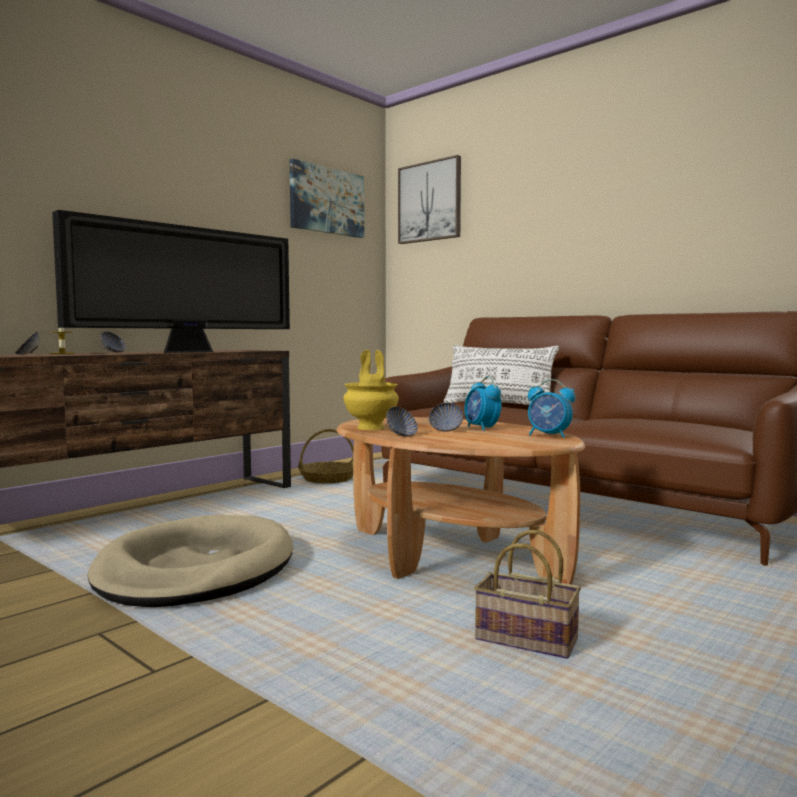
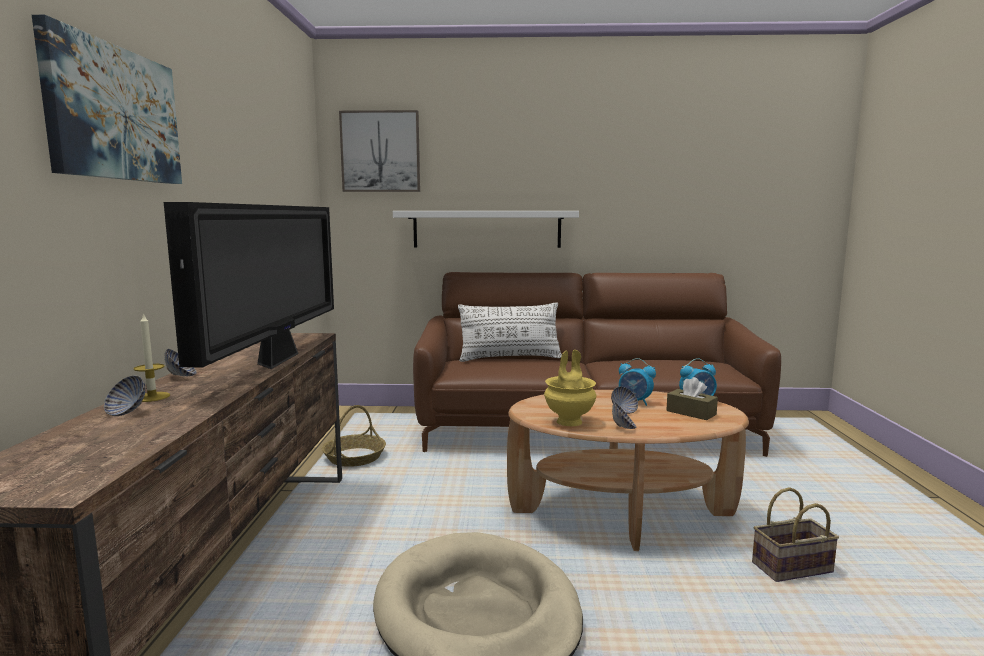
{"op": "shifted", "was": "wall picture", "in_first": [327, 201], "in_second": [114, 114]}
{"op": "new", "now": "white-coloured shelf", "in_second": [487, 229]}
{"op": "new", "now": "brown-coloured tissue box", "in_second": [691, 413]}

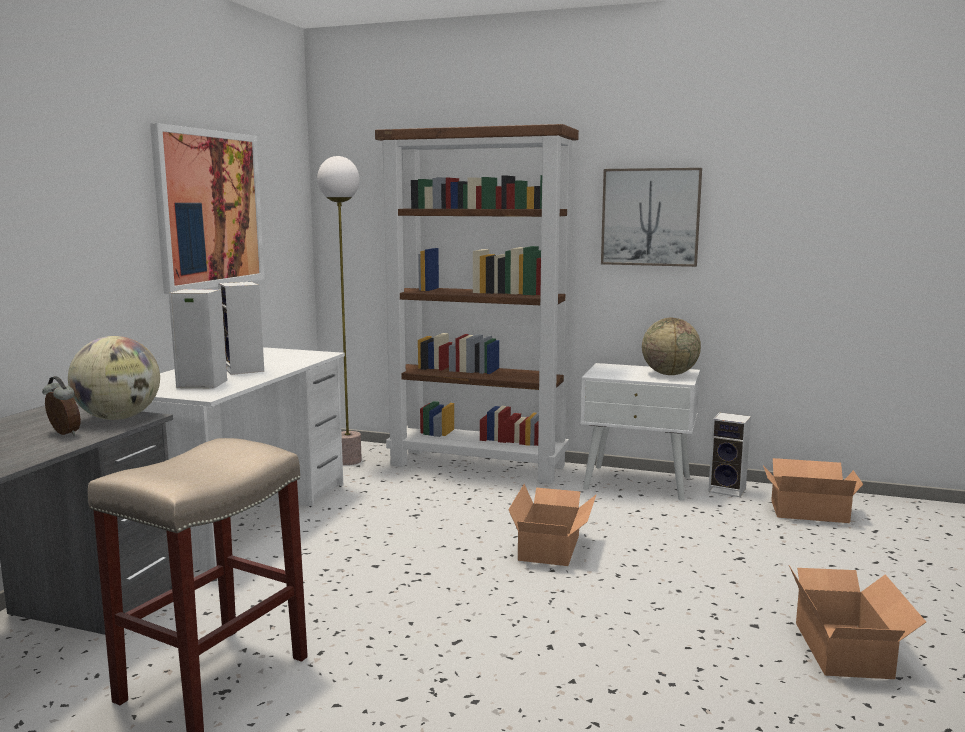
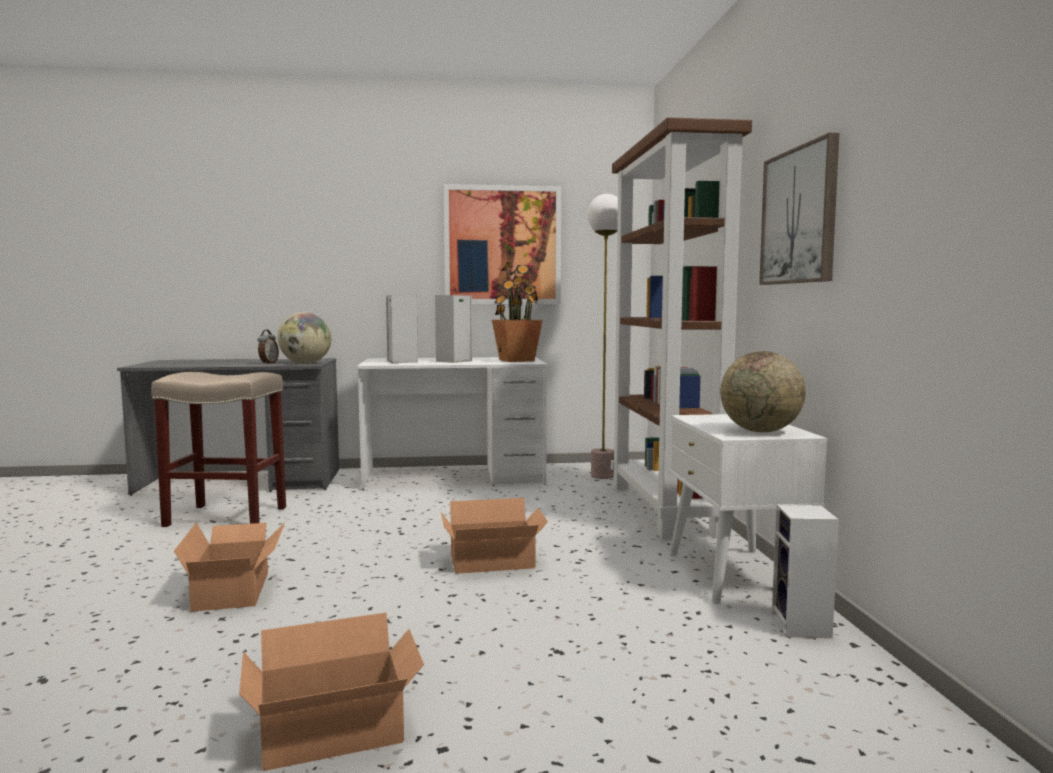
{"op": "shifted", "was": "cardboard box", "in_first": [806, 510], "in_second": [236, 589]}
{"op": "new", "now": "potted plant", "in_second": [517, 360]}

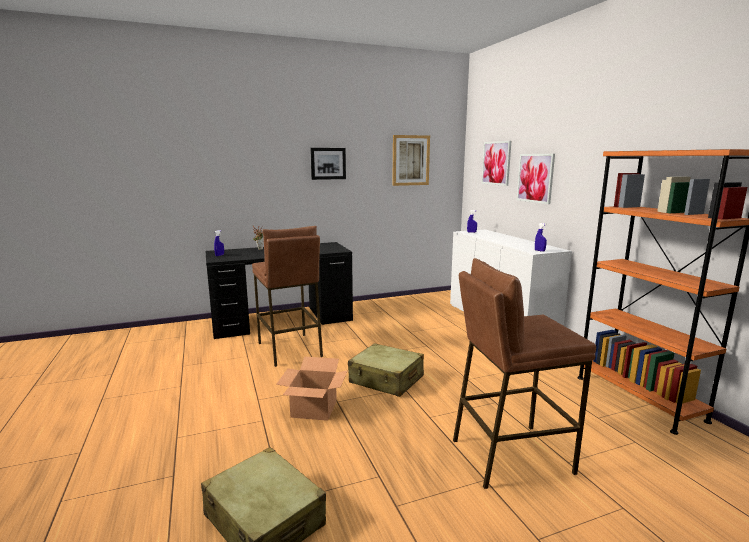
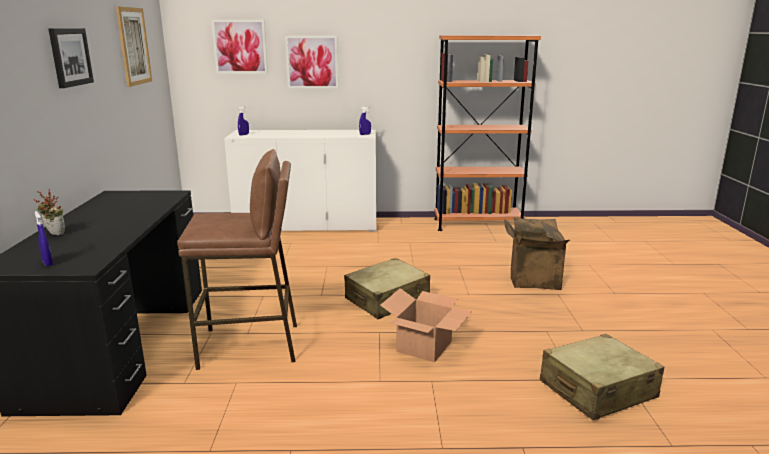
{"op": "swapped", "was": "brown-coloured stool seat", "now": "cardboard box", "in_first": [510, 455], "in_second": [531, 279]}

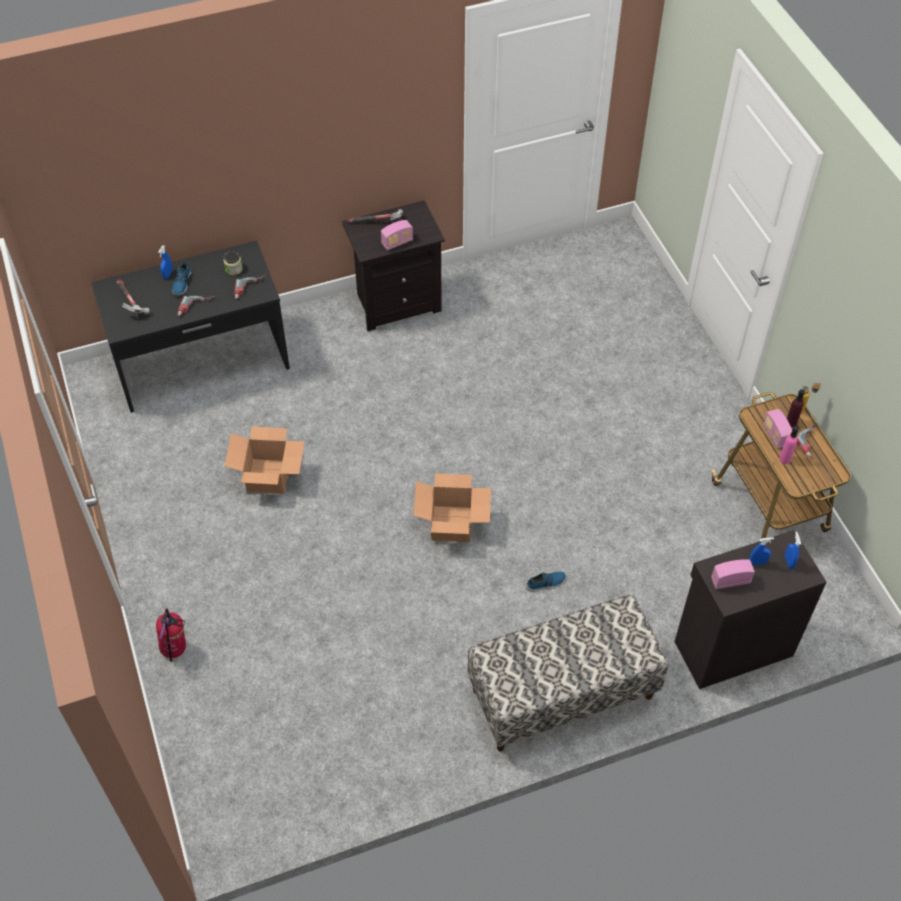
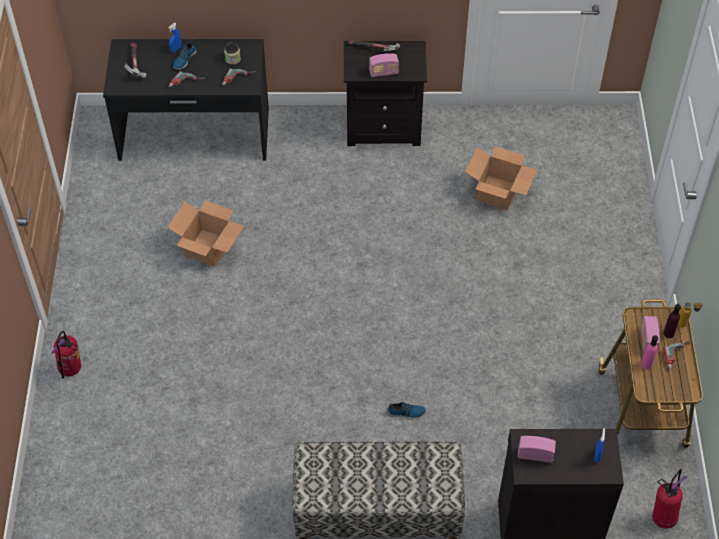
{"op": "shifted", "was": "cardboard box", "in_first": [451, 523], "in_second": [497, 192]}
{"op": "gone", "was": "blue spray bottle", "in_first": [757, 562]}
{"op": "new", "now": "fire-fighting cylinder", "in_second": [663, 517]}

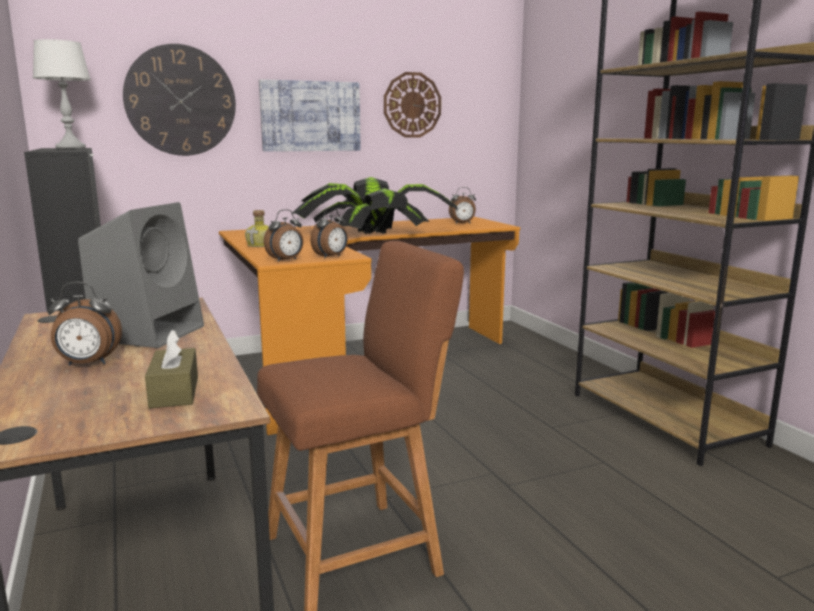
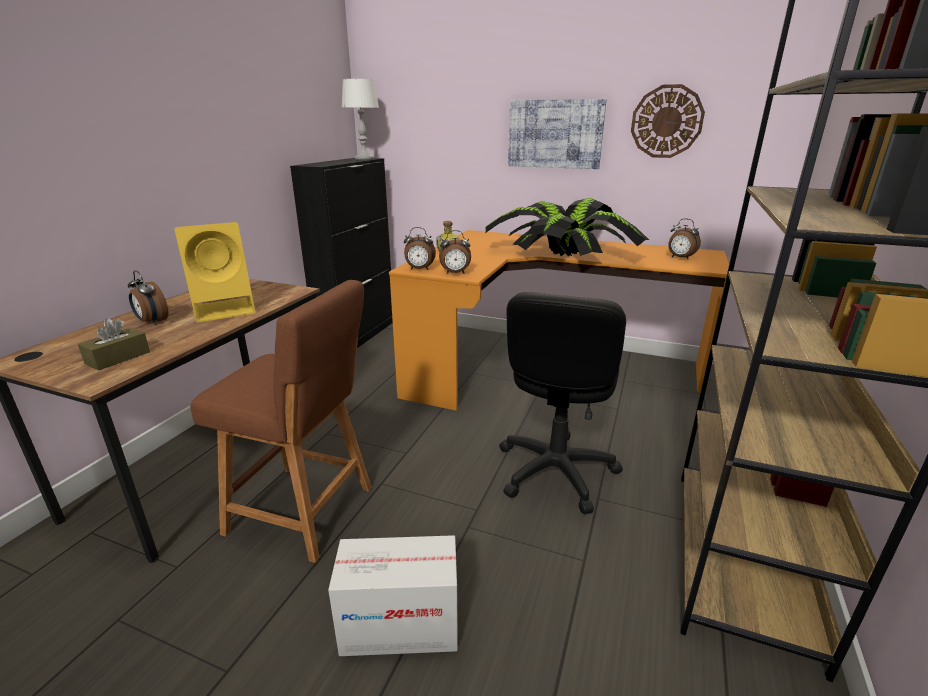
{"op": "repainted", "was": "gray speaker", "now": "yellow-coloured speaker", "in_first": [150, 332], "in_second": [226, 309]}
{"op": "gone", "was": "wall clock", "in_first": [180, 101]}
{"op": "new", "now": "cardboard box", "in_second": [400, 626]}
{"op": "new", "now": "black office chair", "in_second": [555, 471]}

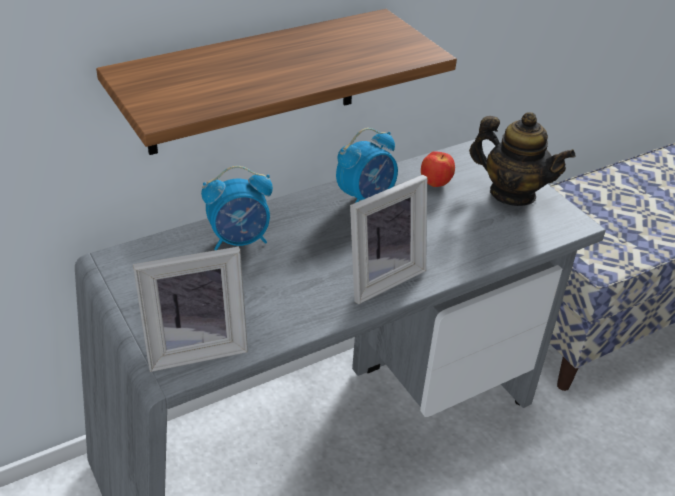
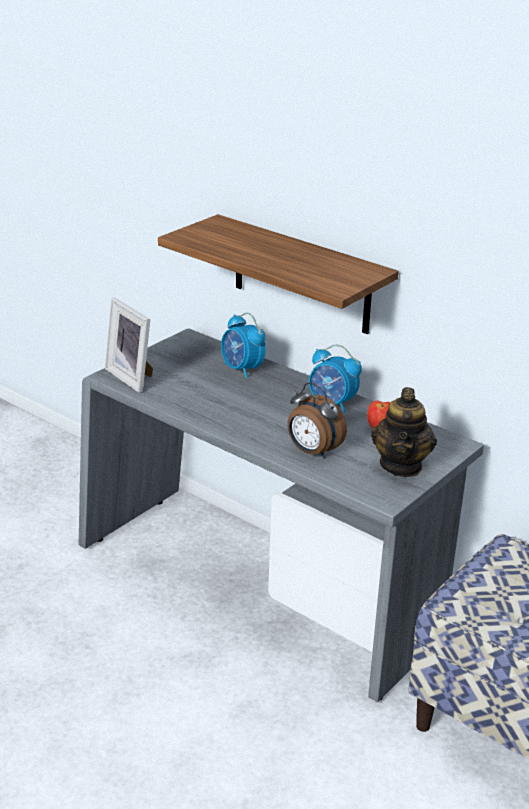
{"op": "gone", "was": "standing frame", "in_first": [380, 277]}
{"op": "new", "now": "alarm clock", "in_second": [312, 452]}

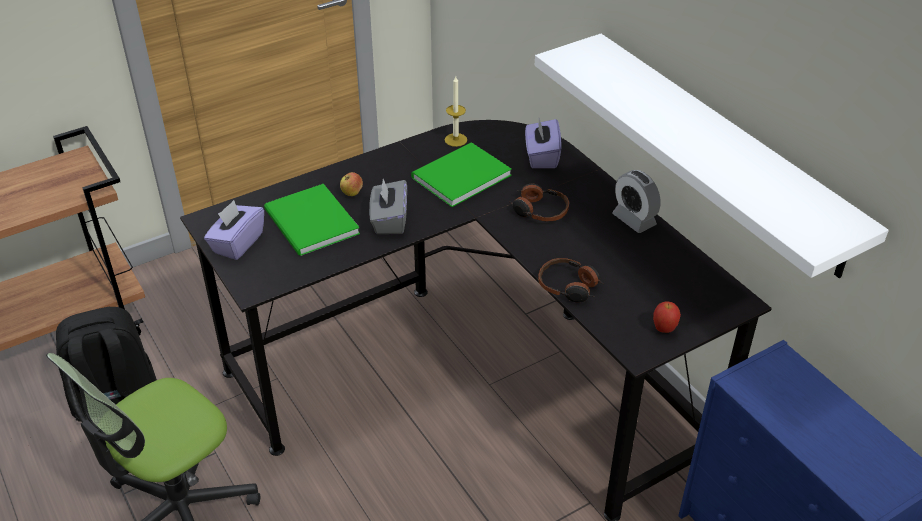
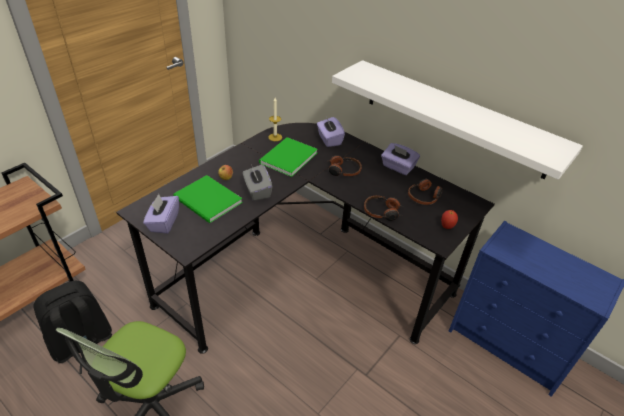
{"op": "swapped", "was": "alarm clock", "now": "purple tissue box", "in_first": [634, 220], "in_second": [398, 167]}
{"op": "new", "now": "headset", "in_second": [424, 196]}

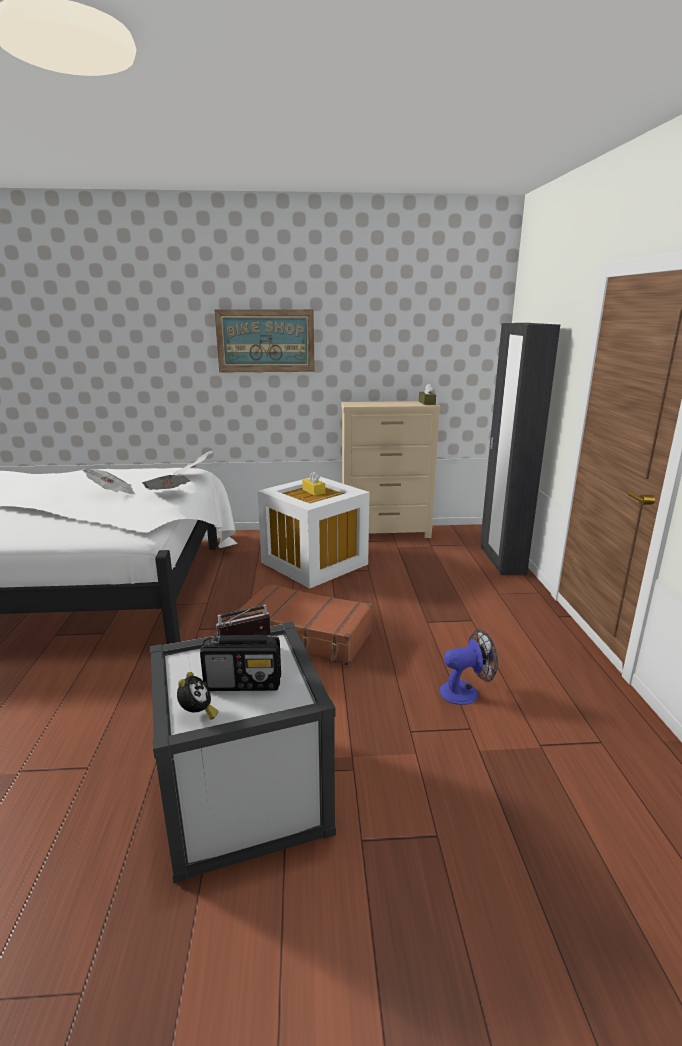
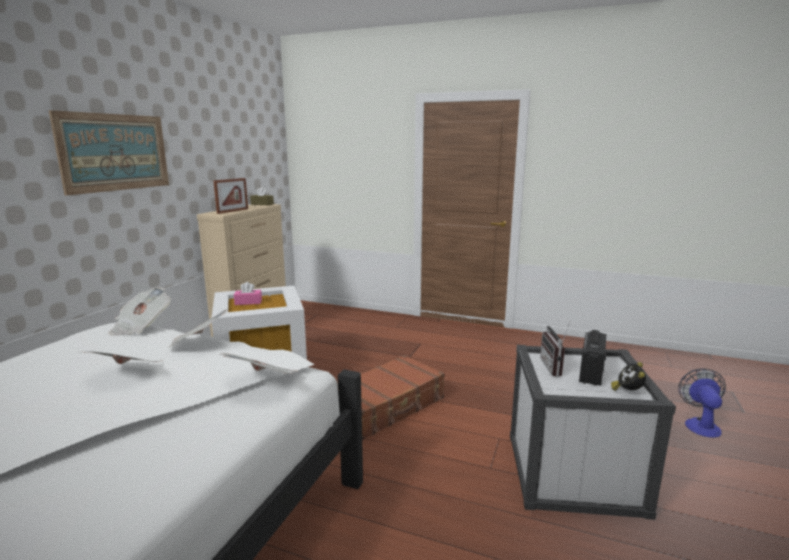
{"op": "rotated", "was": "alarm clock", "in_first": [197, 714], "in_second": [628, 391], "clockwise": -105}
{"op": "repainted", "was": "yellow-coloured tissue box", "now": "pink-coloured tissue box", "in_first": [313, 491], "in_second": [248, 302]}
{"op": "shifted", "was": "fan", "in_first": [465, 691], "in_second": [700, 424]}
{"op": "gone", "was": "black clothes cupboard", "in_first": [501, 560]}
{"op": "new", "now": "standing frame", "in_second": [233, 211]}
{"op": "new", "now": "newspaper", "in_second": [262, 382]}

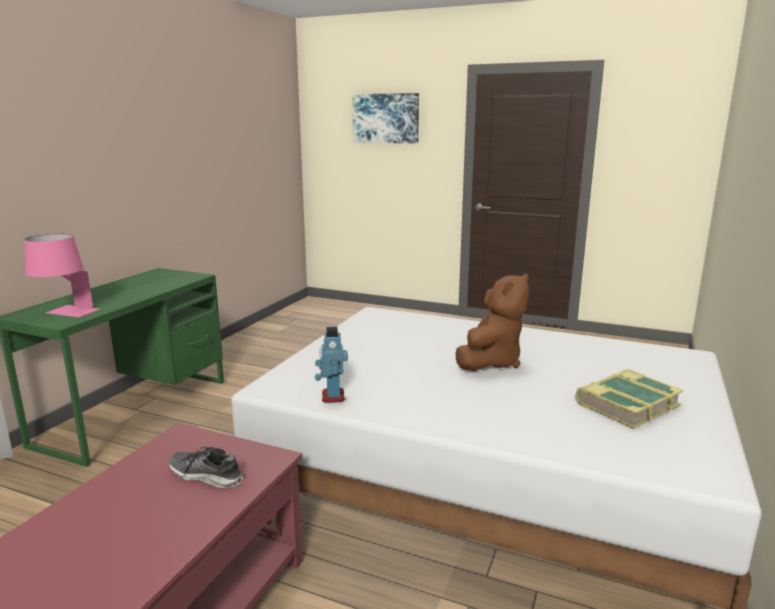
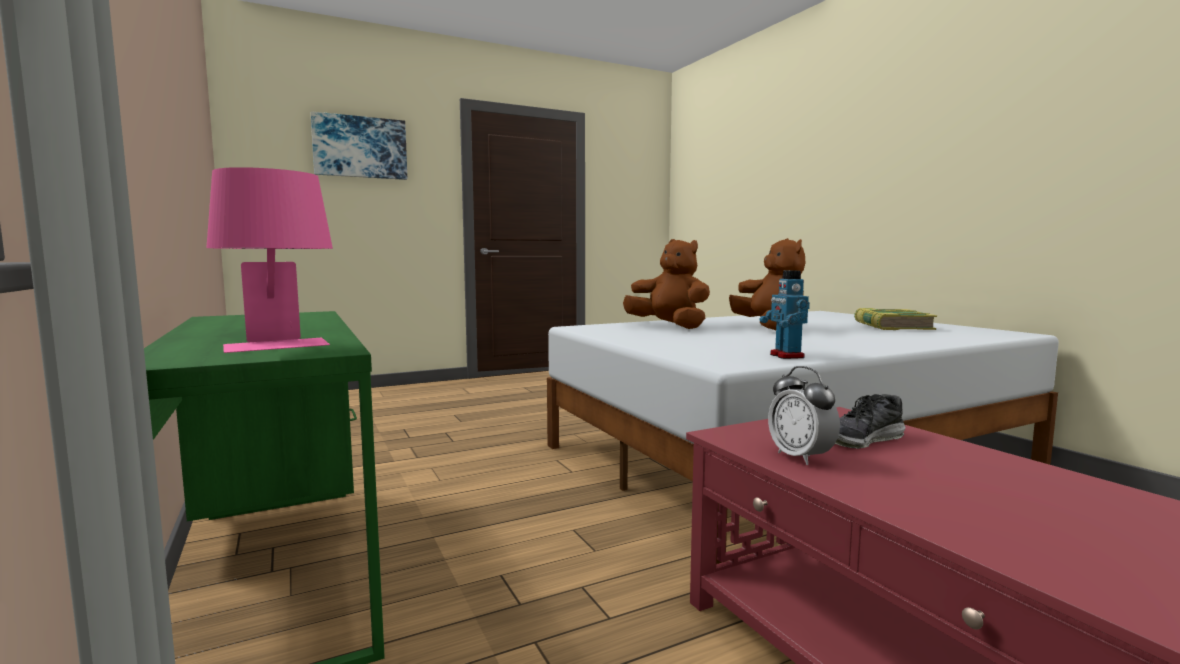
{"op": "rotated", "was": "robot figure", "in_first": [332, 397], "in_second": [786, 356], "clockwise": 45}
{"op": "new", "now": "brown-coloured soft toy", "in_second": [669, 326]}
{"op": "new", "now": "alarm clock", "in_second": [801, 457]}

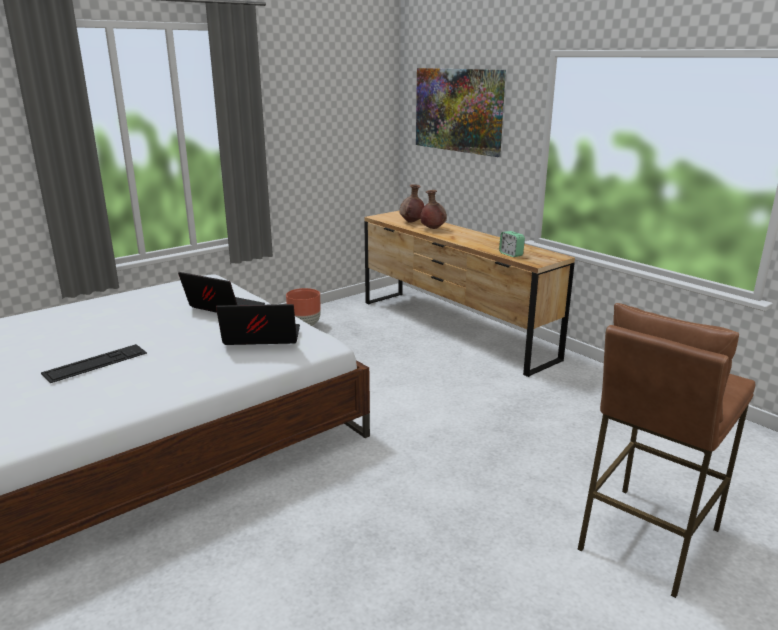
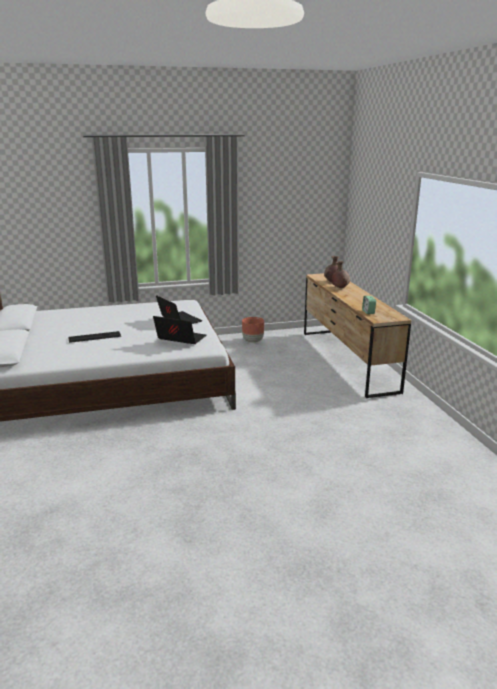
{"op": "gone", "was": "wall picture", "in_first": [458, 110]}
{"op": "gone", "was": "brown-coloured stool seat", "in_first": [647, 538]}

